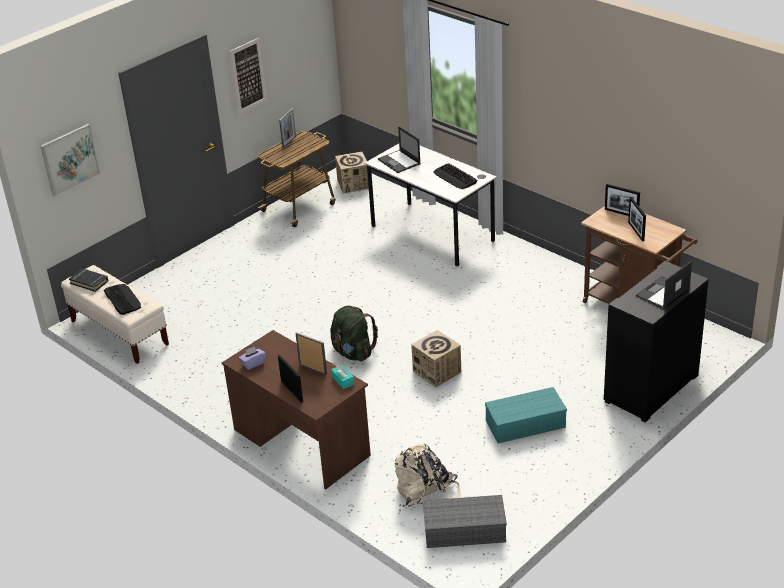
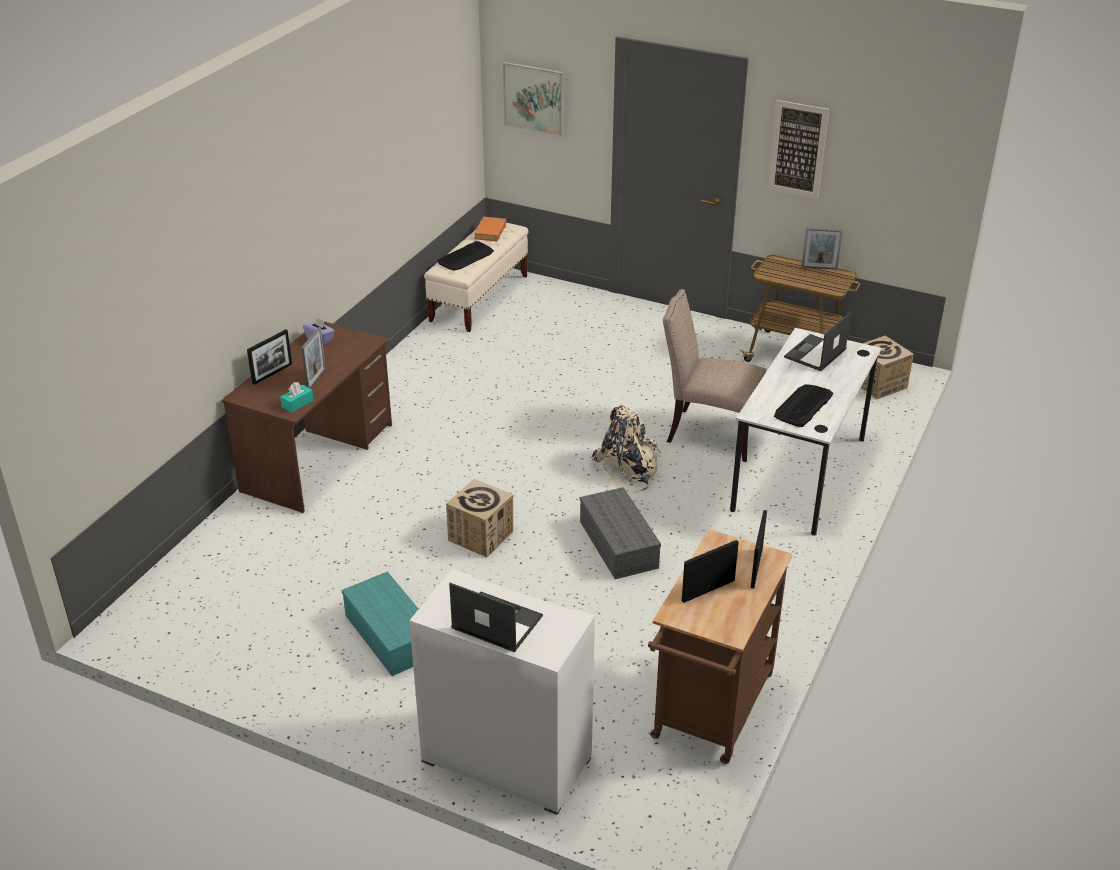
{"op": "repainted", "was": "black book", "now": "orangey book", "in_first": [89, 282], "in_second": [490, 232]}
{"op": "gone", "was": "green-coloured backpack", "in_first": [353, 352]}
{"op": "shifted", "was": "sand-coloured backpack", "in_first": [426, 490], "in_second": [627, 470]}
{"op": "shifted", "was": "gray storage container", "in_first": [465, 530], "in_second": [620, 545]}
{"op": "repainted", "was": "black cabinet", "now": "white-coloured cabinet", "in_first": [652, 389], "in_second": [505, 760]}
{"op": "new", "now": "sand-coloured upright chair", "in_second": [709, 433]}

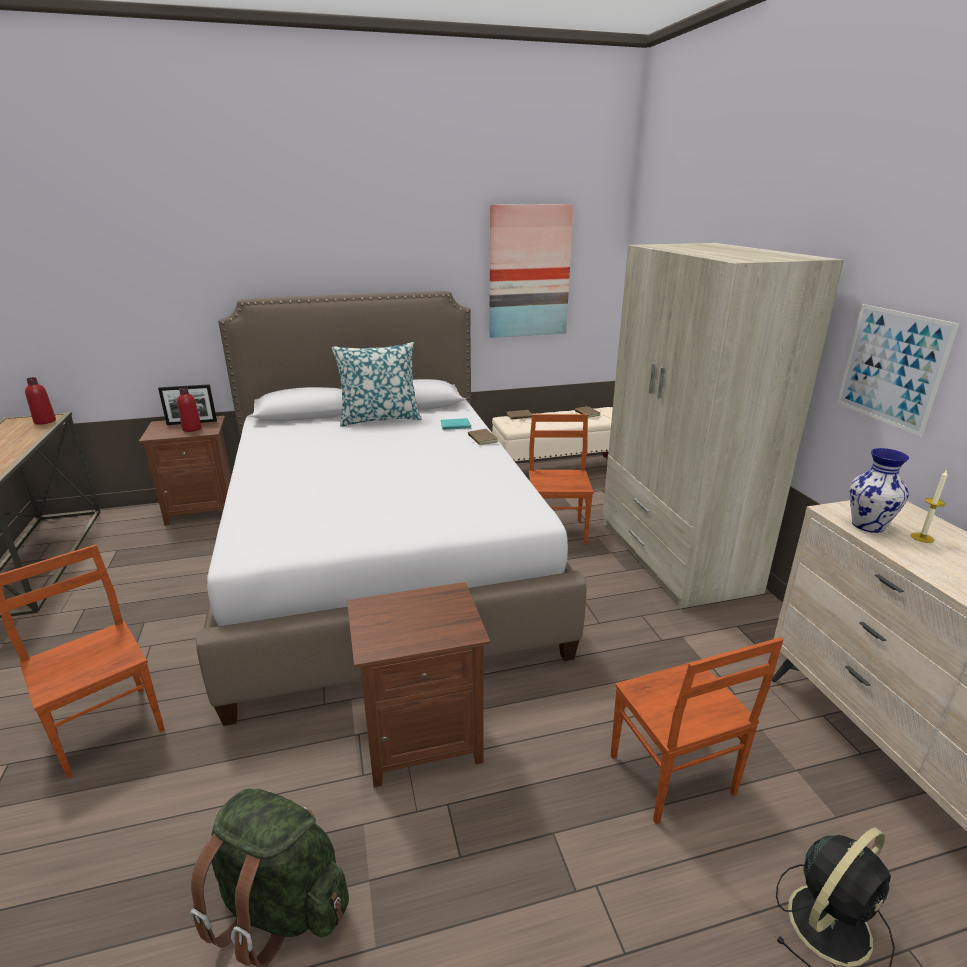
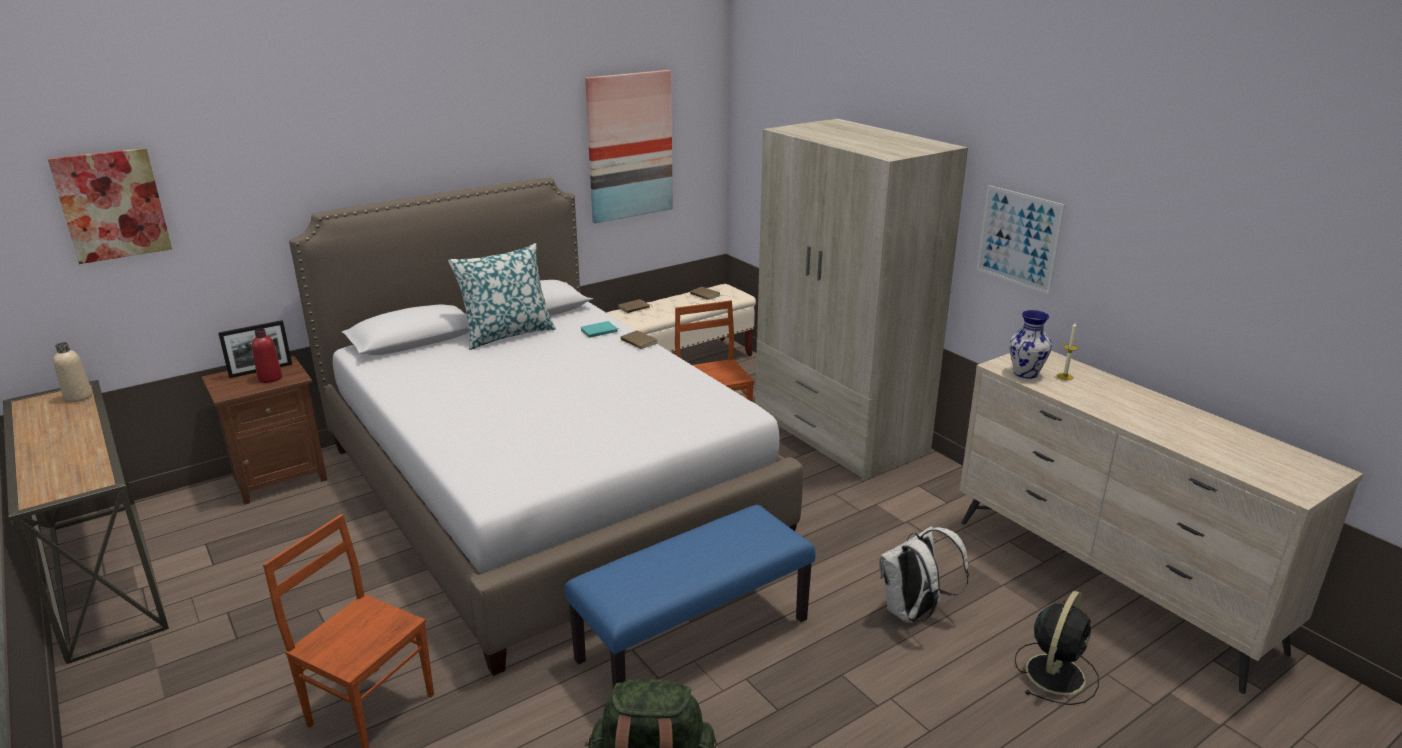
{"op": "repainted", "was": "red-coloured drink bottle", "now": "sand-coloured drink bottle", "in_first": [45, 421], "in_second": [78, 397]}
{"op": "swapped", "was": "brown-coloured nightstand", "now": "blue indoor bench", "in_first": [422, 740], "in_second": [693, 639]}
{"op": "swapped", "was": "brown-coloured upright chair", "now": "white-coloured backpack", "in_first": [671, 777], "in_second": [913, 613]}
{"op": "new", "now": "wall picture", "in_second": [112, 205]}

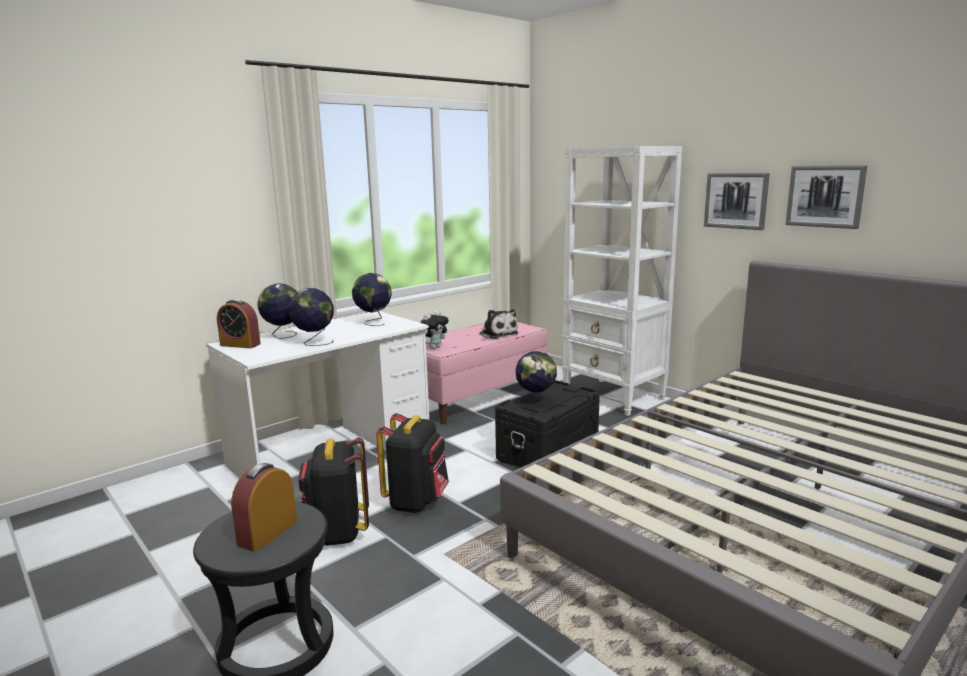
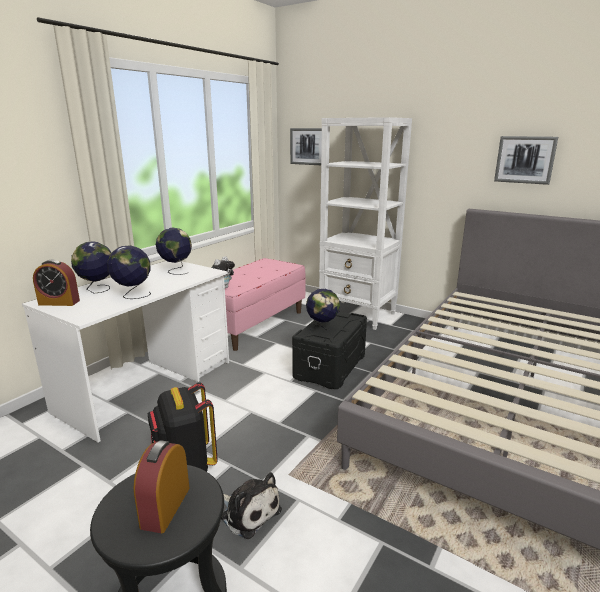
{"op": "gone", "was": "black backpack", "in_first": [416, 502]}
{"op": "shifted", "was": "soft toy", "in_first": [497, 334], "in_second": [249, 512]}
{"op": "shifted", "was": "wall picture", "in_first": [736, 200], "in_second": [308, 146]}

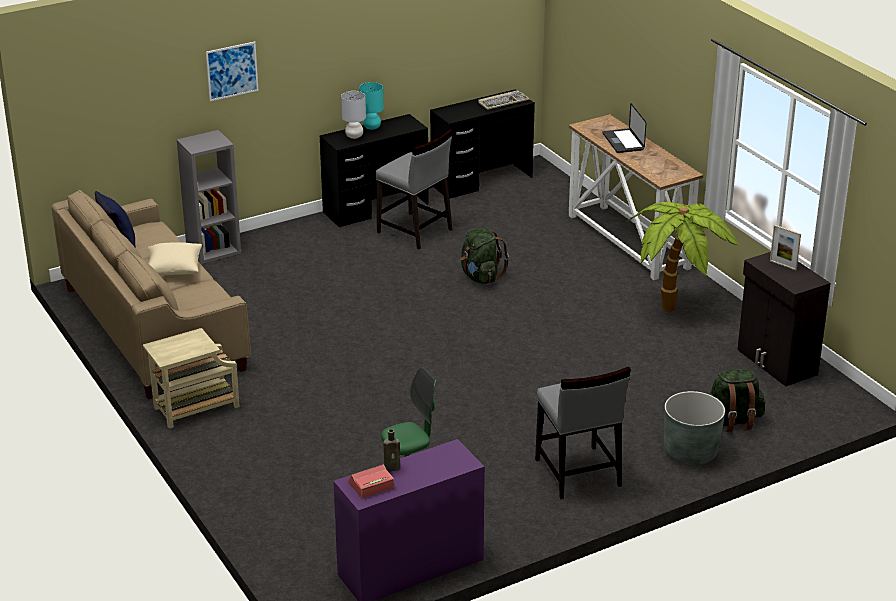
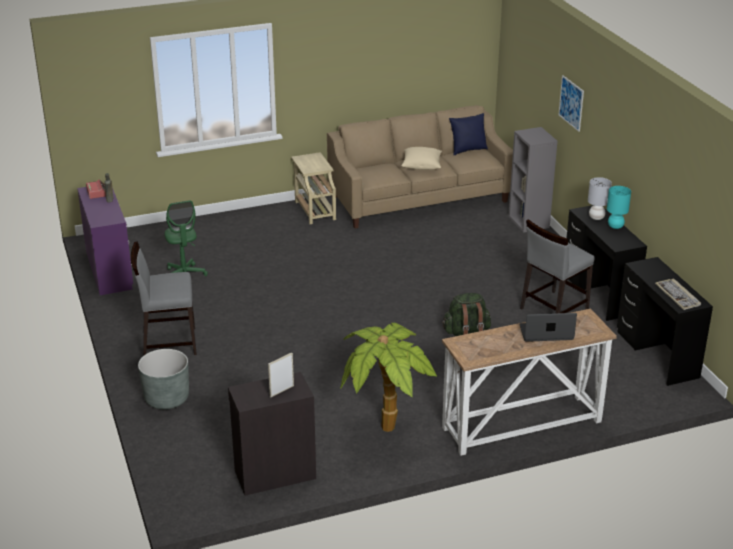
{"op": "gone", "was": "green-coloured backpack", "in_first": [732, 421]}

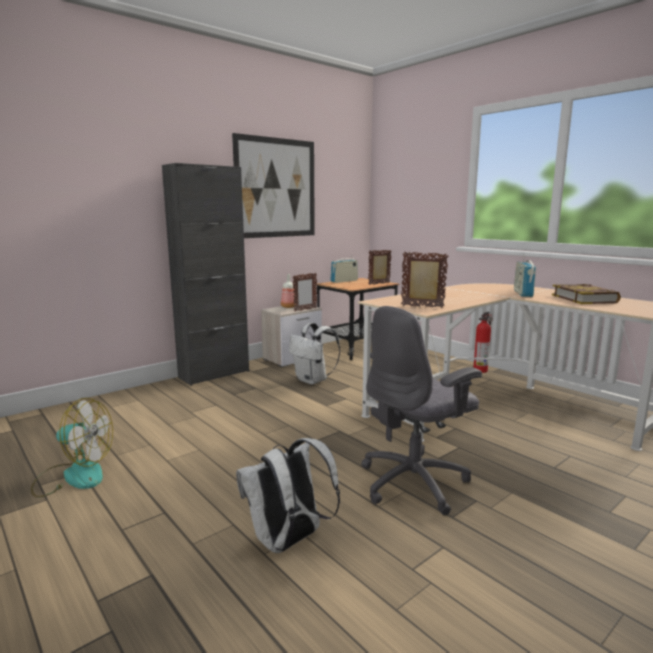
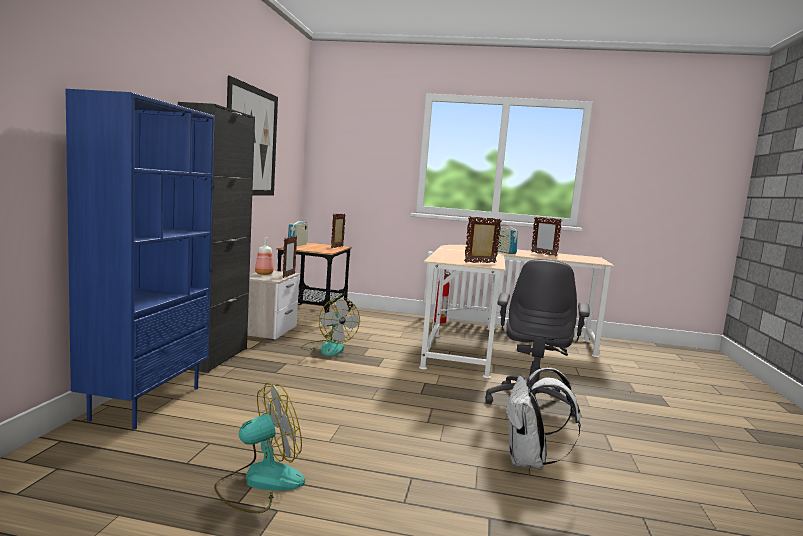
{"op": "swapped", "was": "white-coloured backpack", "now": "fan", "in_first": [313, 380], "in_second": [328, 348]}
{"op": "swapped", "was": "book", "now": "standing frame", "in_first": [584, 299], "in_second": [543, 254]}
{"op": "new", "now": "blue bookshelf", "in_second": [146, 402]}

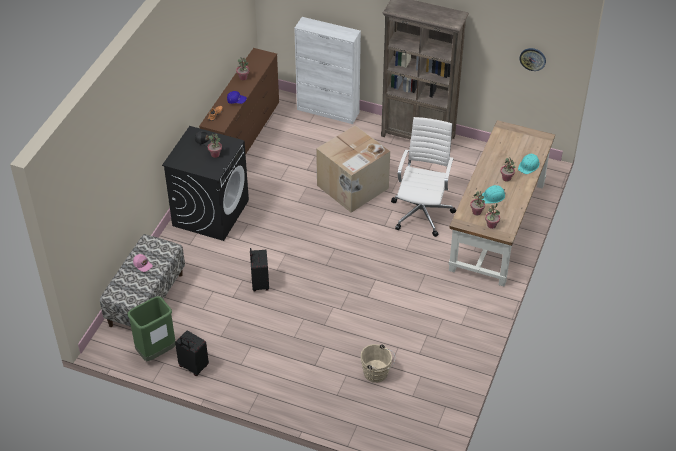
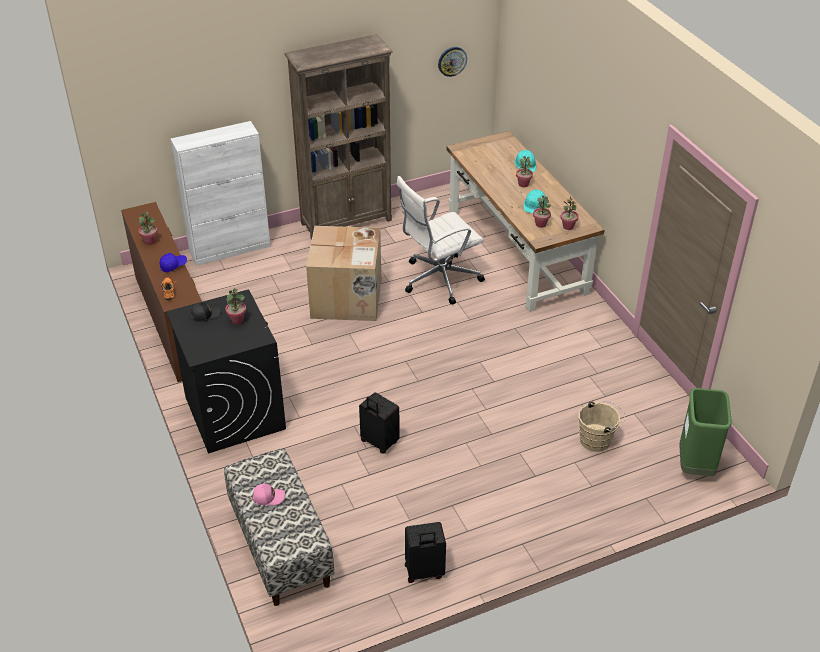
{"op": "shifted", "was": "green-coloured waste bin", "in_first": [156, 352], "in_second": [695, 466]}
{"op": "rotated", "was": "white-coloured office chair", "in_first": [422, 212], "in_second": [438, 279], "clockwise": -90}

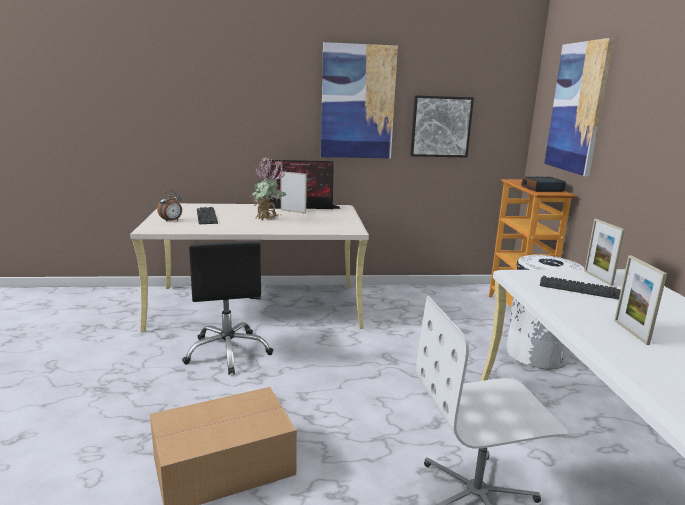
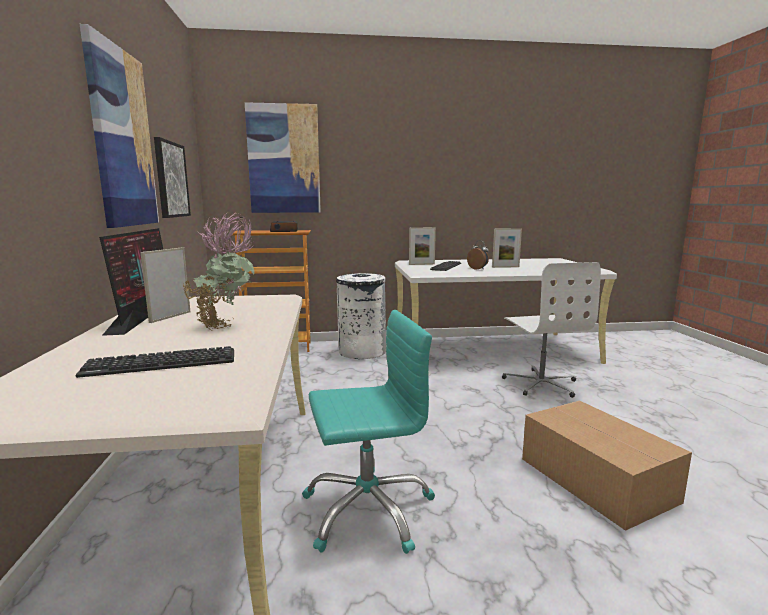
{"op": "shifted", "was": "alarm clock", "in_first": [171, 221], "in_second": [478, 269]}
{"op": "repainted", "was": "black office chair", "now": "turquoise office chair", "in_first": [228, 352], "in_second": [367, 509]}

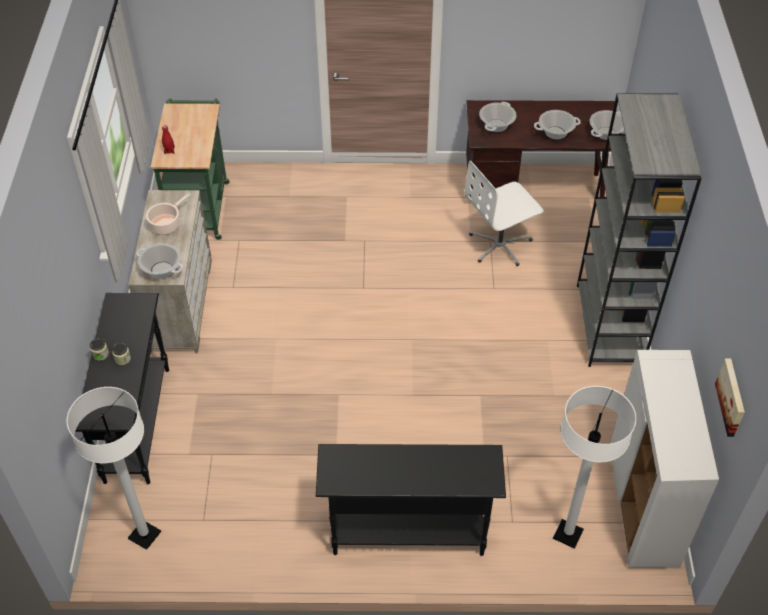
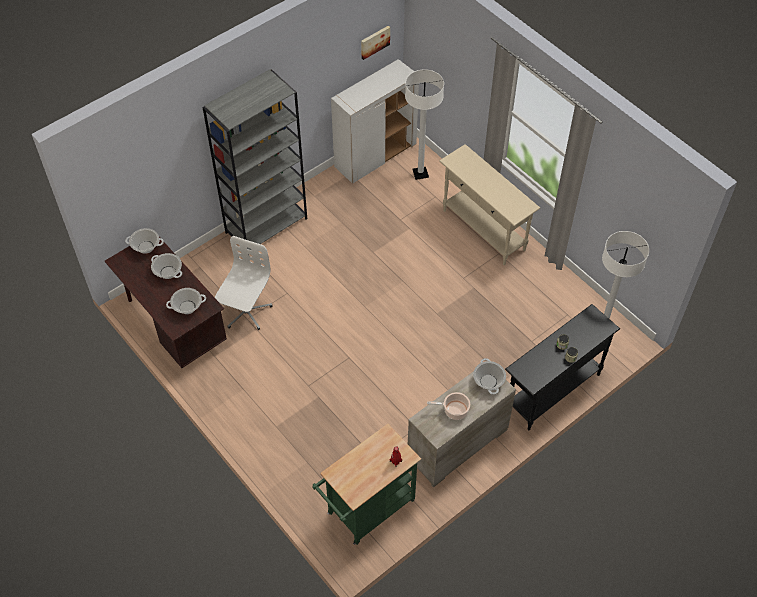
{"op": "repainted", "was": "black narrow table", "now": "sand-coloured narrow table", "in_first": [407, 532], "in_second": [483, 230]}
{"op": "rotated", "was": "white-coloured office chair", "in_first": [500, 245], "in_second": [246, 311], "clockwise": -90}

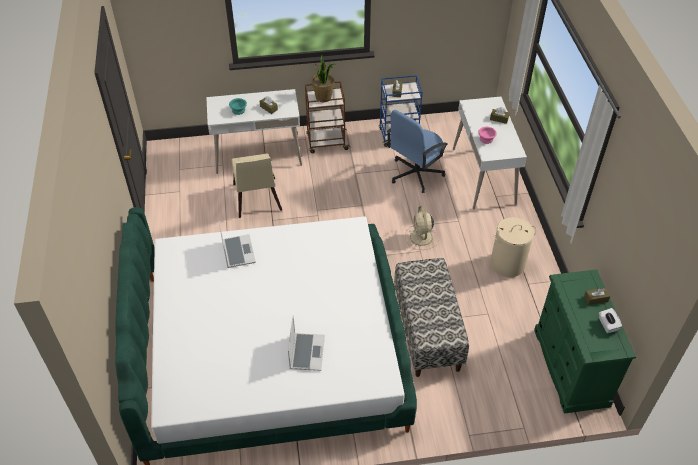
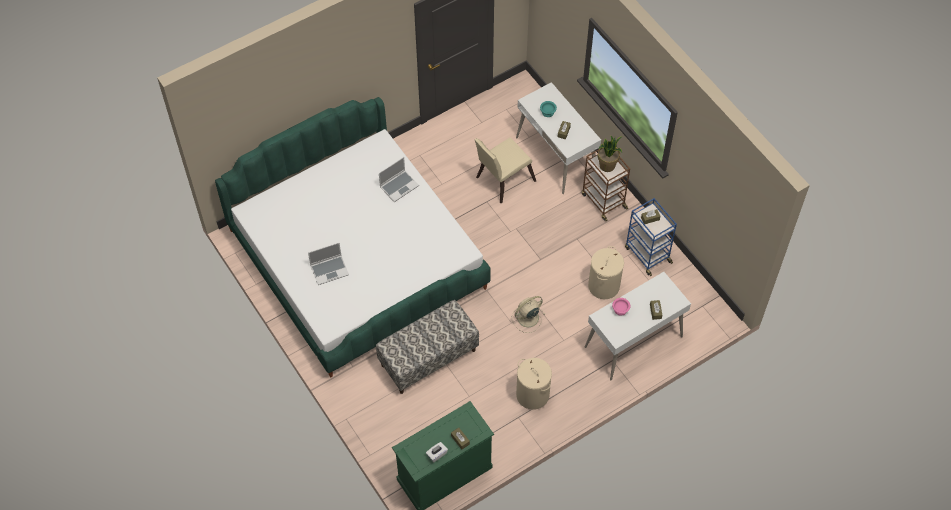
{"op": "swapped", "was": "blue office chair", "now": "sand-coloured laundry basket", "in_first": [415, 174], "in_second": [604, 285]}

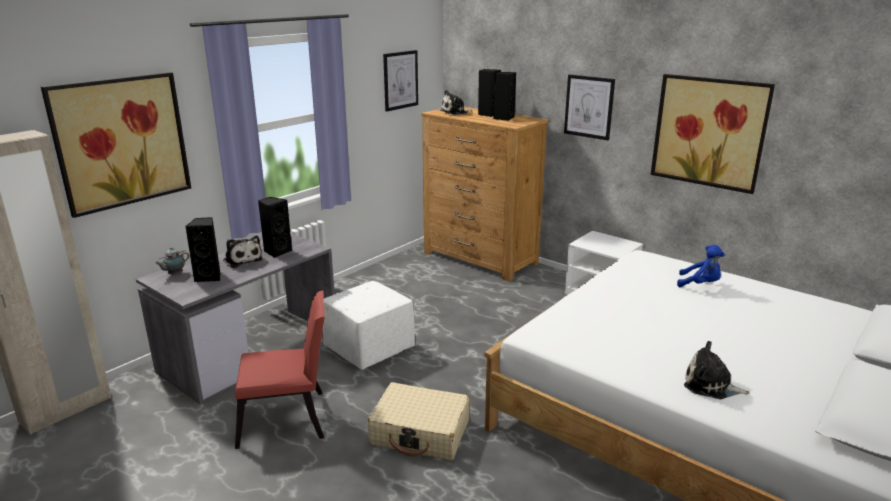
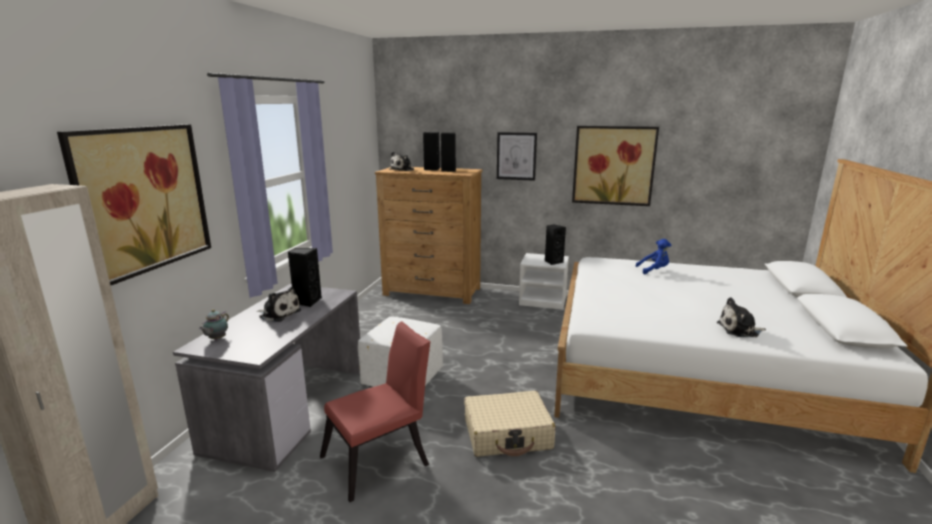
{"op": "shifted", "was": "black speaker", "in_first": [209, 277], "in_second": [553, 262]}
{"op": "gone", "was": "wall picture", "in_first": [400, 80]}

